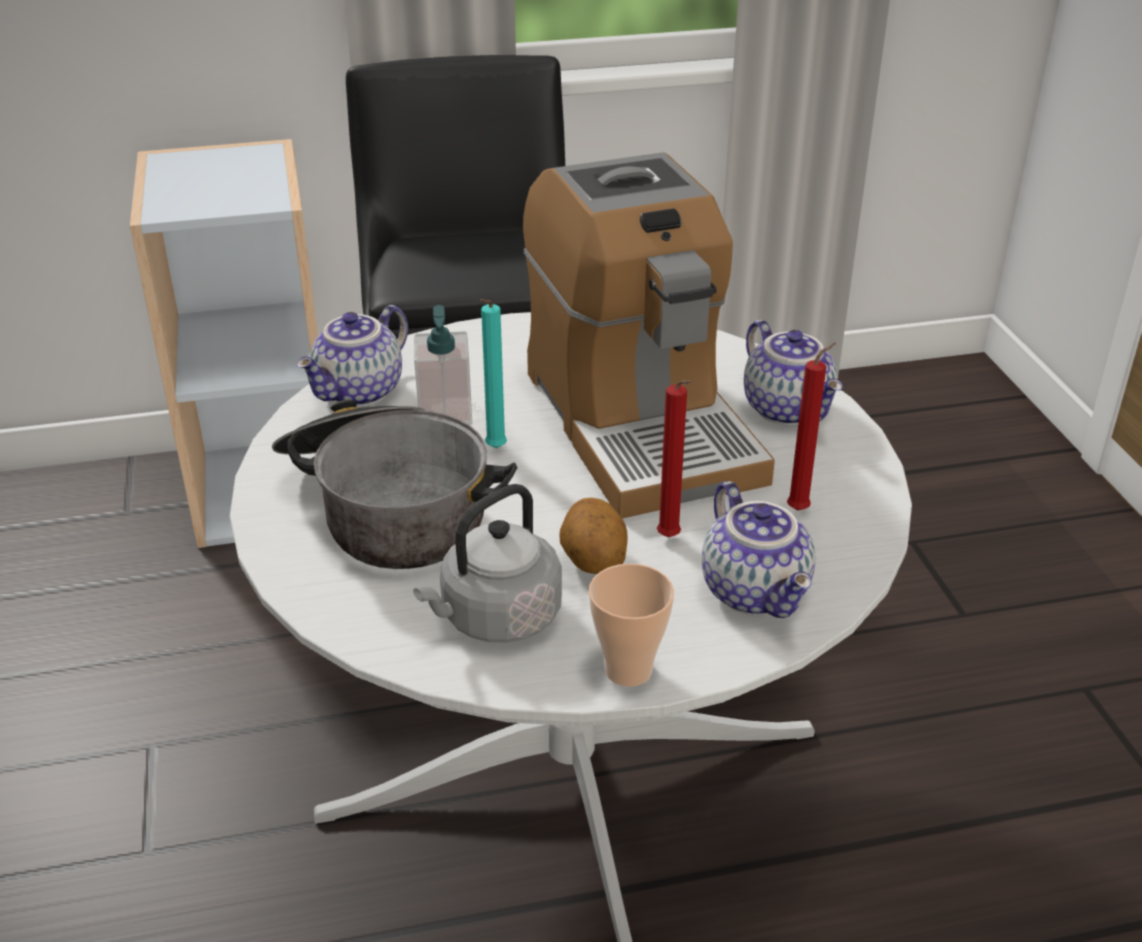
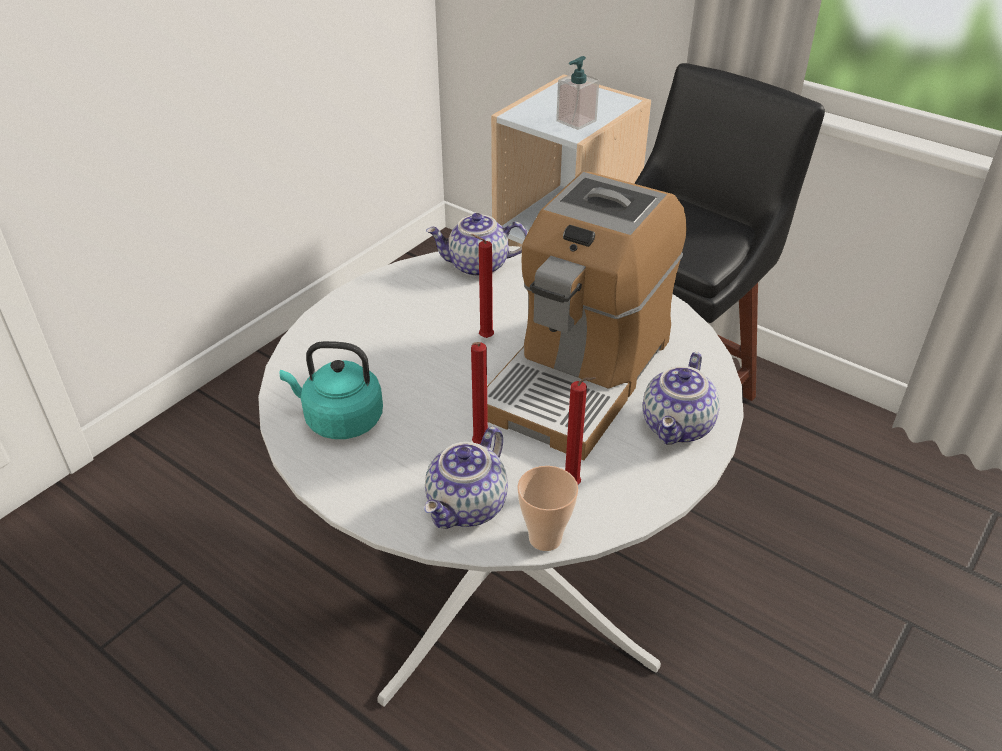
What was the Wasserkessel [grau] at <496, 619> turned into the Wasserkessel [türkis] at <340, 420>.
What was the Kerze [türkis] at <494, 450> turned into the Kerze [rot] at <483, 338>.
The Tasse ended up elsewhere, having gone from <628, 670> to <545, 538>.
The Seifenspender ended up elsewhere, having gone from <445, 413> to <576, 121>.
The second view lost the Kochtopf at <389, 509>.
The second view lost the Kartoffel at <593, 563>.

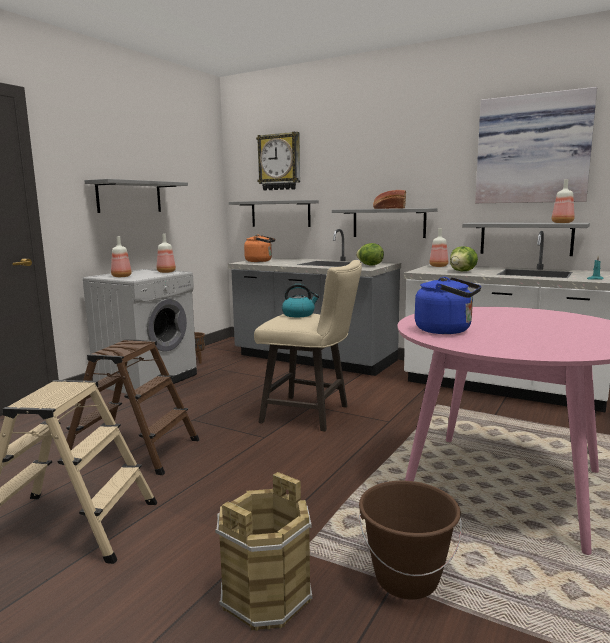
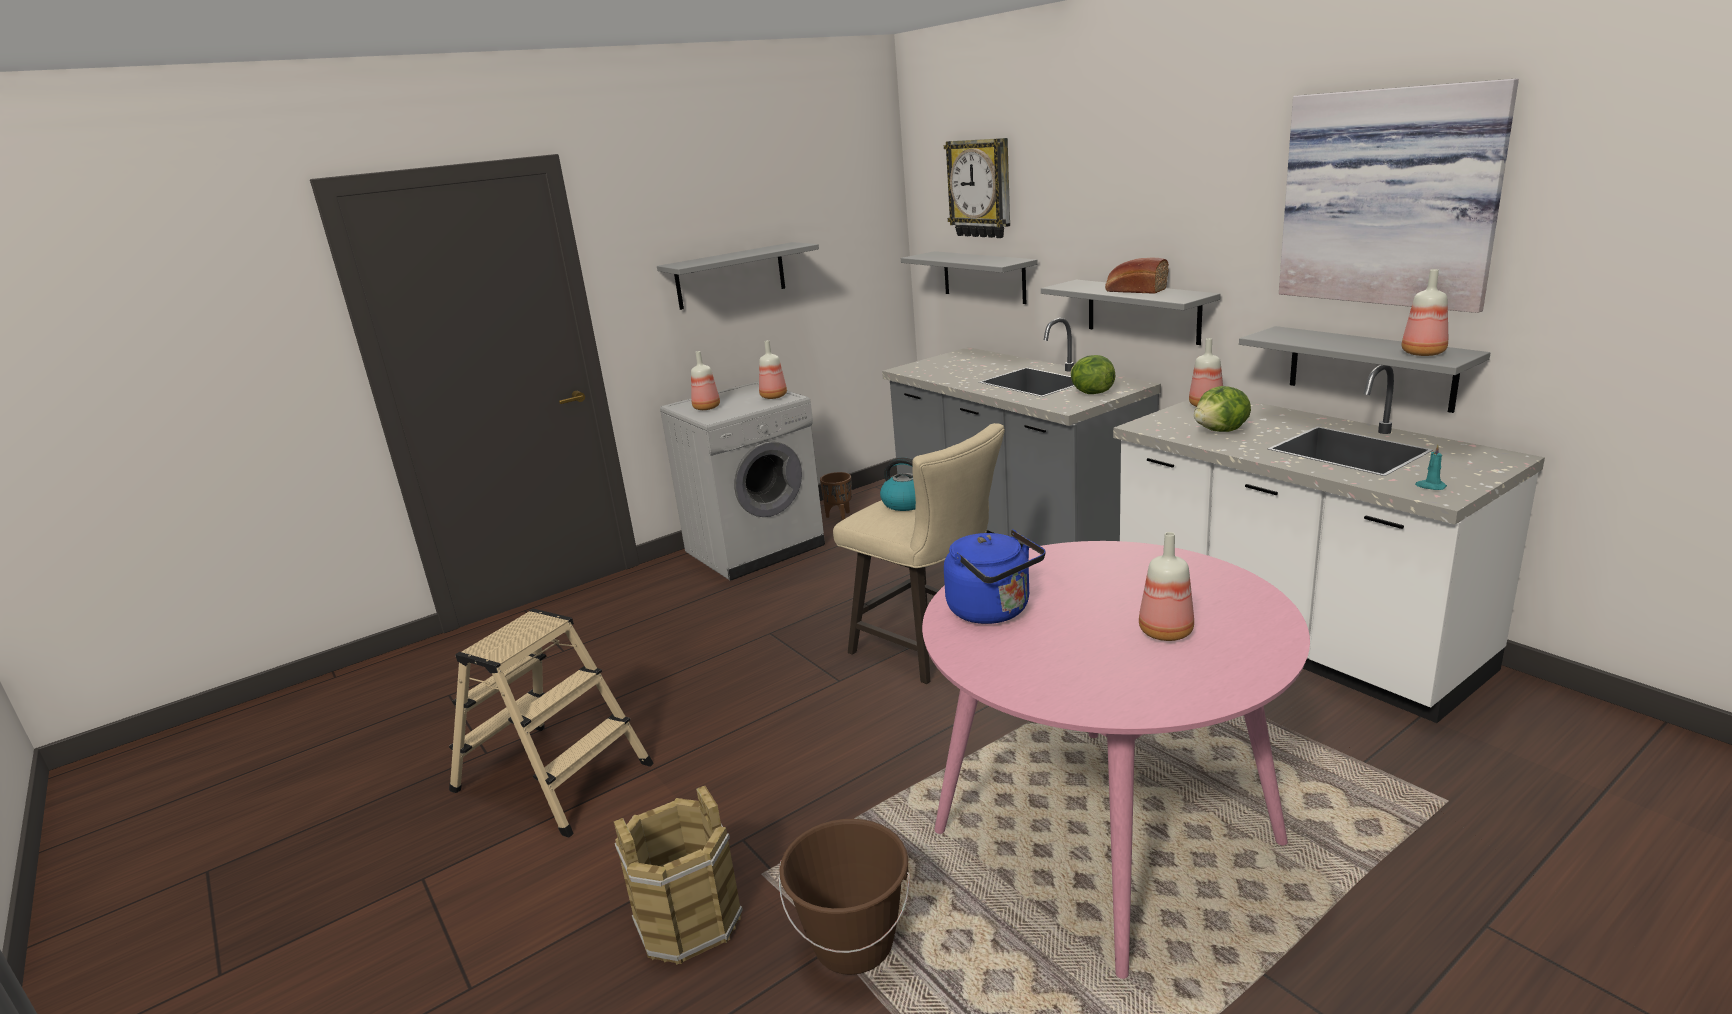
The second view gained the Flasche at <1164, 633>.
The second view lost the Trittleiter [braun] at <132, 450>.
The second view lost the Wasserkessel [orange] at <260, 261>.

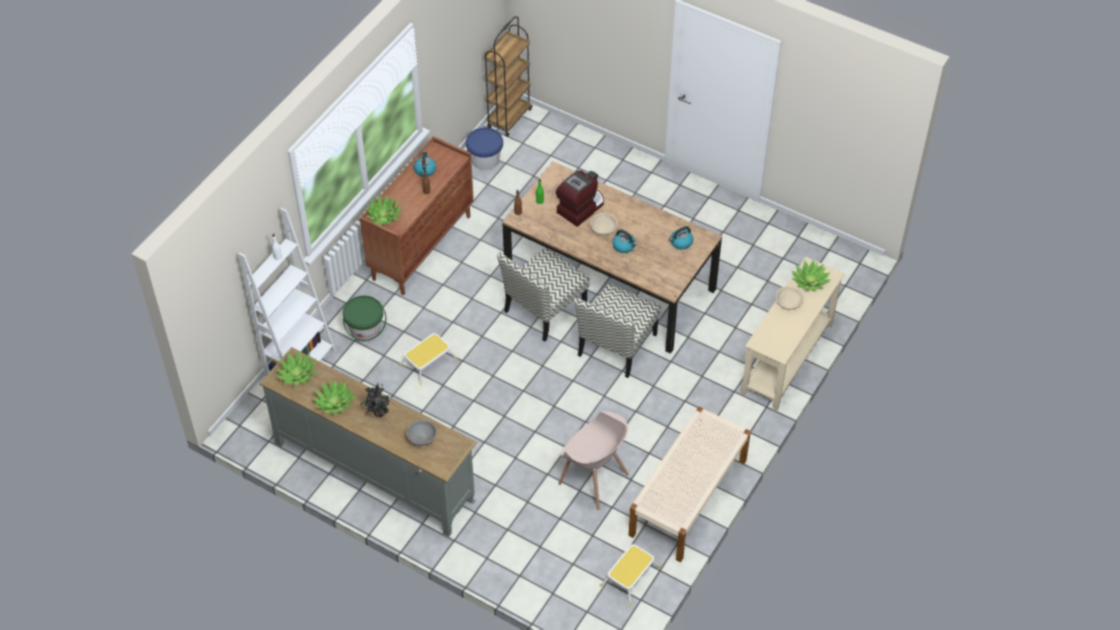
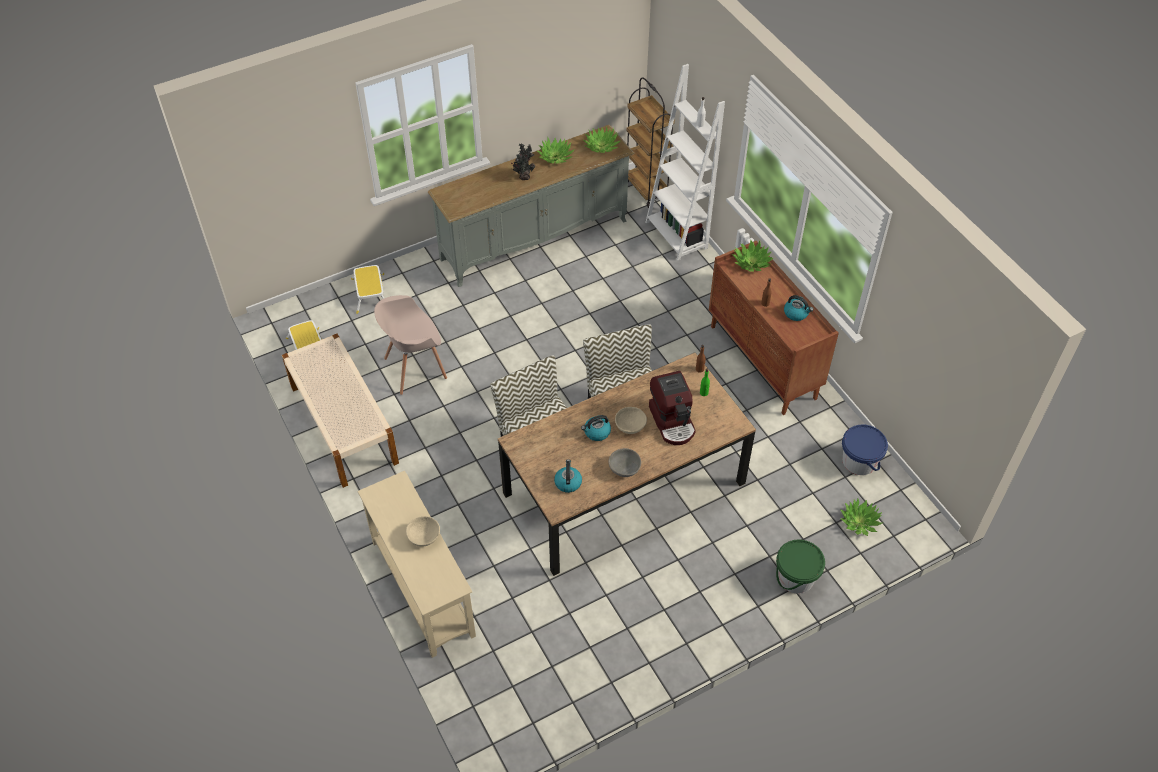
The Trittleiter [gelb] ended up elsewhere, having gone from <428, 361> to <370, 293>.
The Schüssel [grau] ended up elsewhere, having gone from <422, 438> to <624, 469>.
The Rollwagen [braun] ended up elsewhere, having gone from <509, 119> to <647, 190>.
The Eimer [grün] ended up elsewhere, having gone from <365, 329> to <796, 578>.
The Topfpflanze ended up elsewhere, having gone from <810, 281> to <859, 521>.

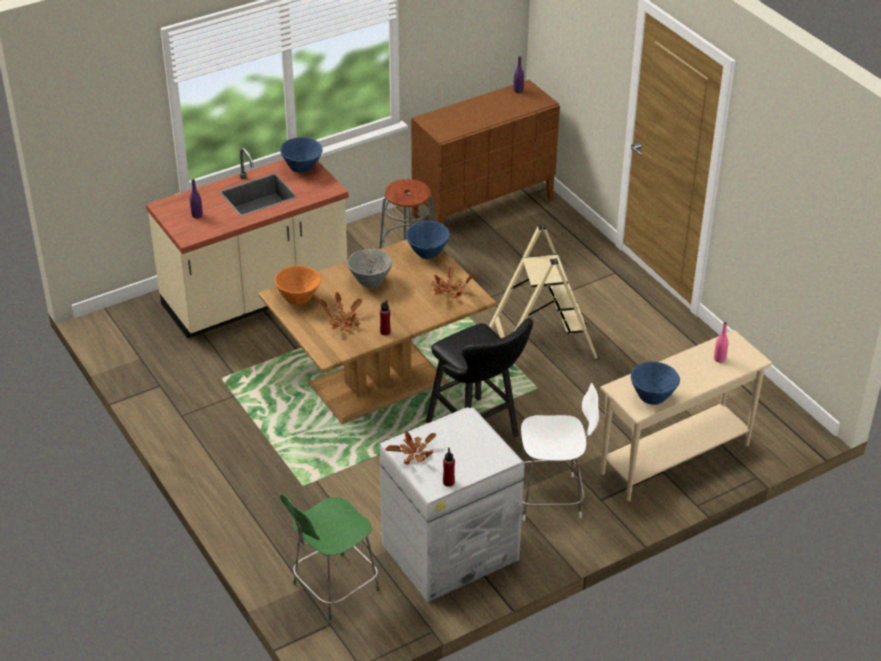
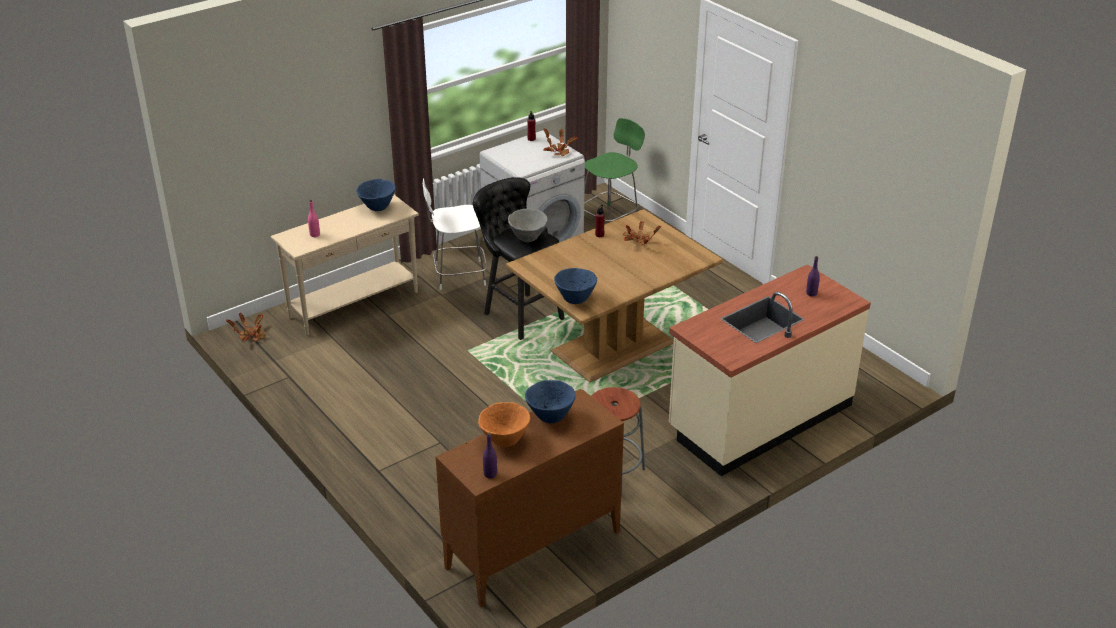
The Topfpflanze ended up elsewhere, having gone from <448, 290> to <250, 335>.
The Schüssel [orange] ended up elsewhere, having gone from <299, 299> to <504, 440>.
The Schüssel [grau] ended up elsewhere, having gone from <370, 281> to <528, 238>.
The Schüssel [blau] ended up elsewhere, having gone from <302, 168> to <550, 416>.
The second view lost the Trittleiter [beige] at <540, 344>.

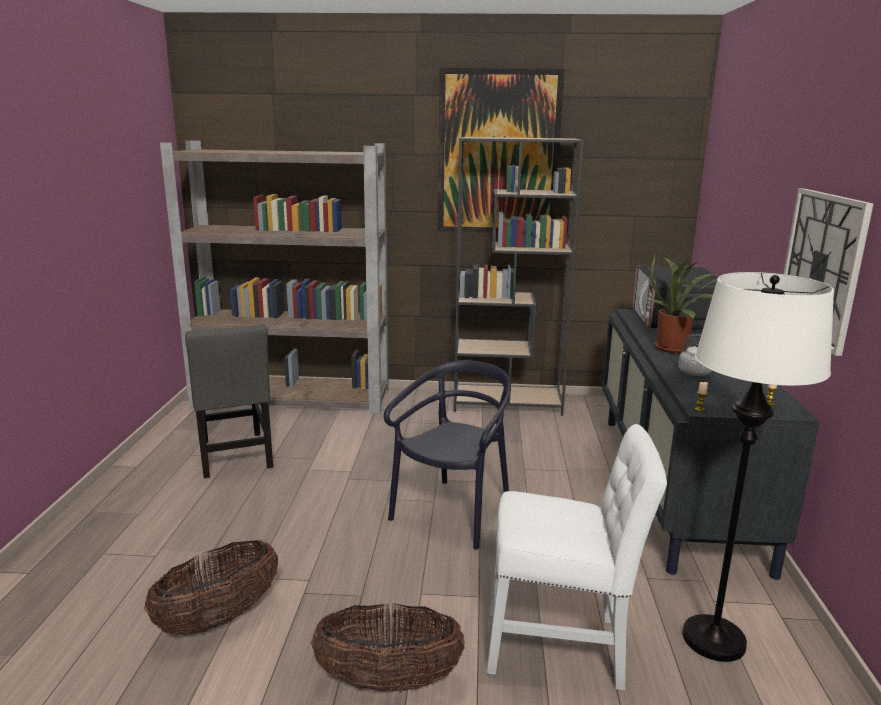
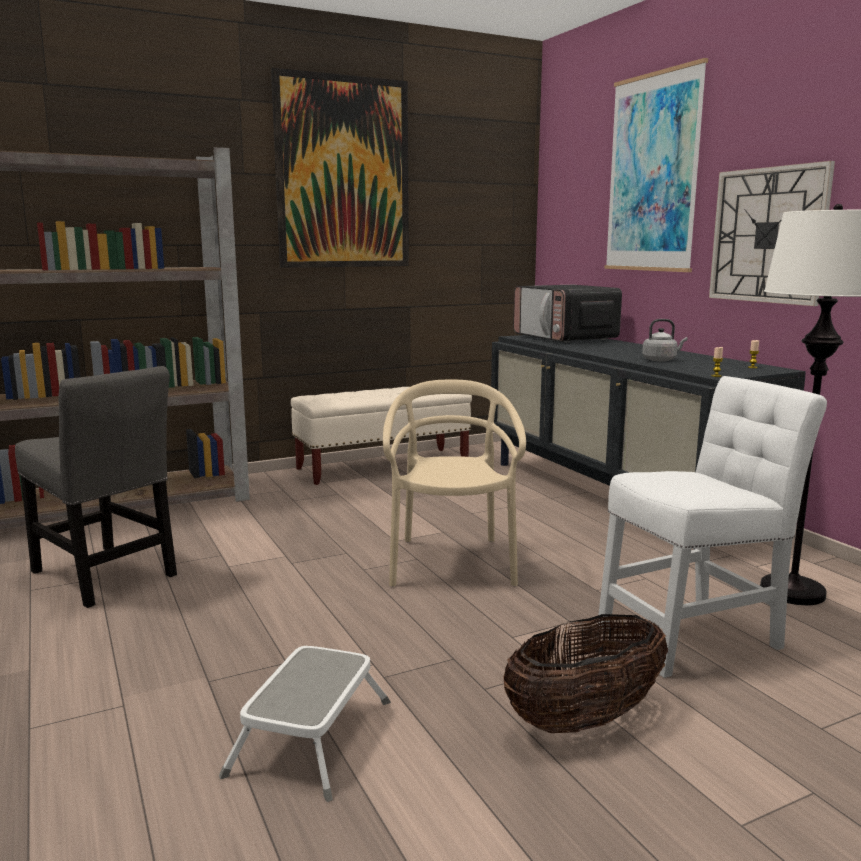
Where the Korb stood at <218, 619>, the Trittleiter [grau] came to stand at <310, 737>.
Where the Bücherregal stood at <508, 404>, the Bank [beige] came to stand at <383, 466>.
What was the Stuhl [schwarz] at <453, 513> turned into the Stuhl [beige] at <451, 563>.
The second view gained the Bild at <653, 173>.
The second view lost the Topfpflanze at <675, 349>.

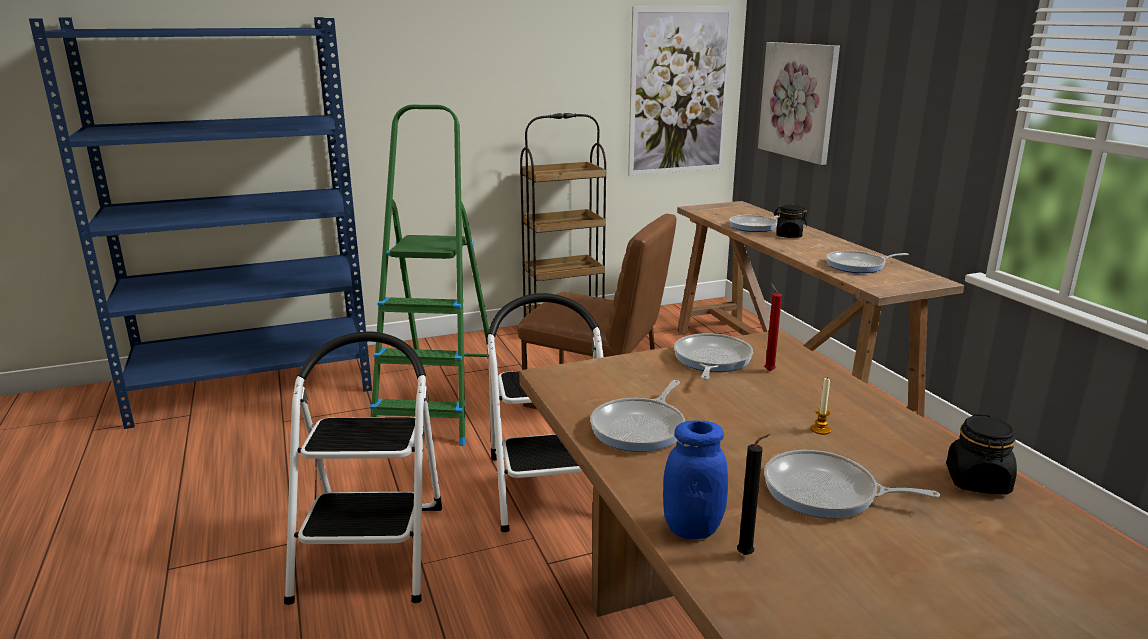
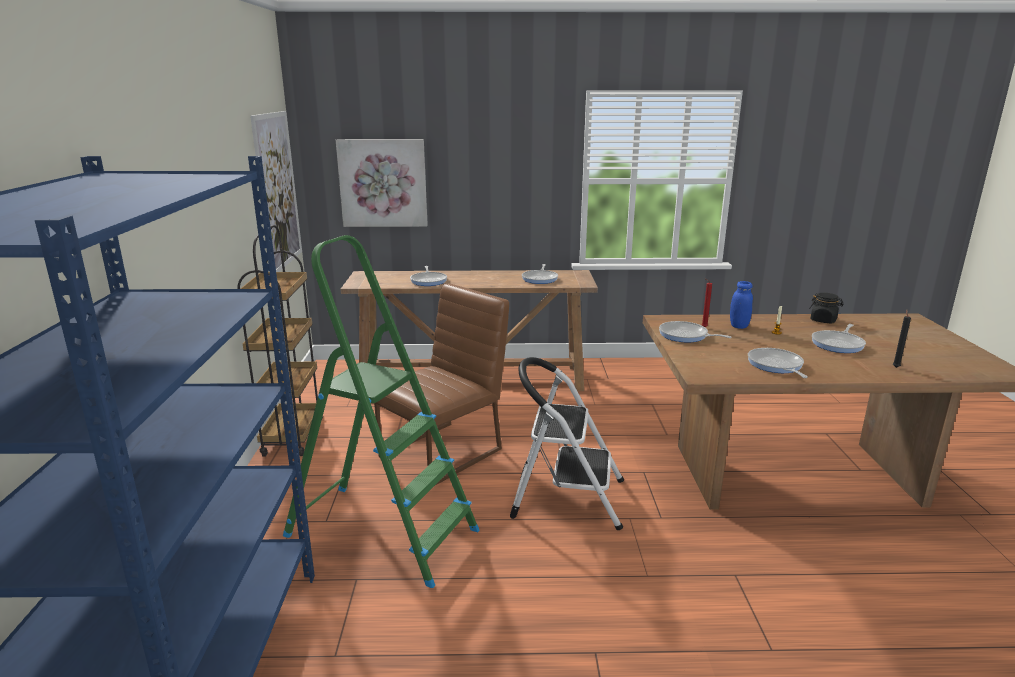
The Vorratsglas [blau] ended up elsewhere, having gone from <692, 528> to <738, 326>.
The Pfanne at <641, 428> ended up facing another way, 150 degrees counterclockwise from before.
The second view lost the Trittleiter at <373, 548>.
The second view lost the Vorratsglas [schwarz] at <788, 235>.

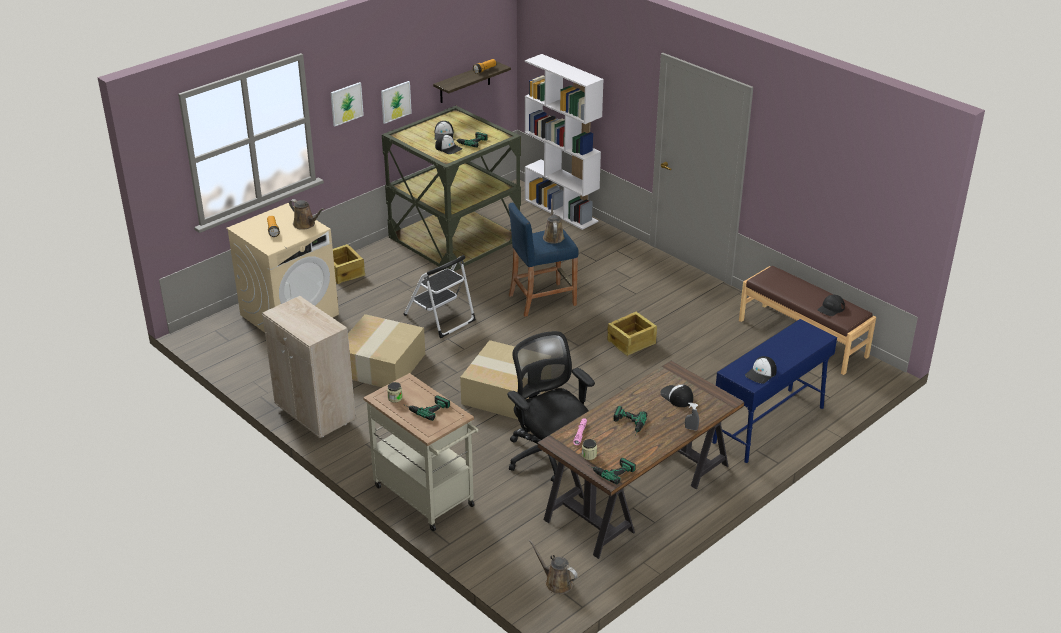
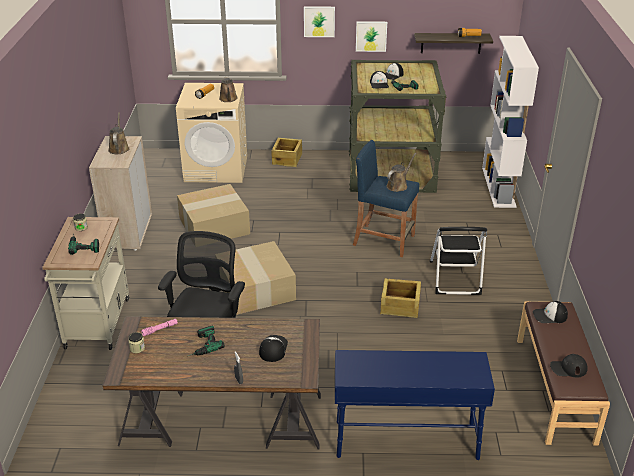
The Gießkanne [braun] ended up elsewhere, having gone from <556, 582> to <119, 148>.
The Trittleiter ended up elsewhere, having gone from <440, 319> to <455, 279>.
The Kappe ended up elsewhere, having gone from <761, 374> to <549, 316>.
The second view lost the Bohrmaschine at <610, 470>.

